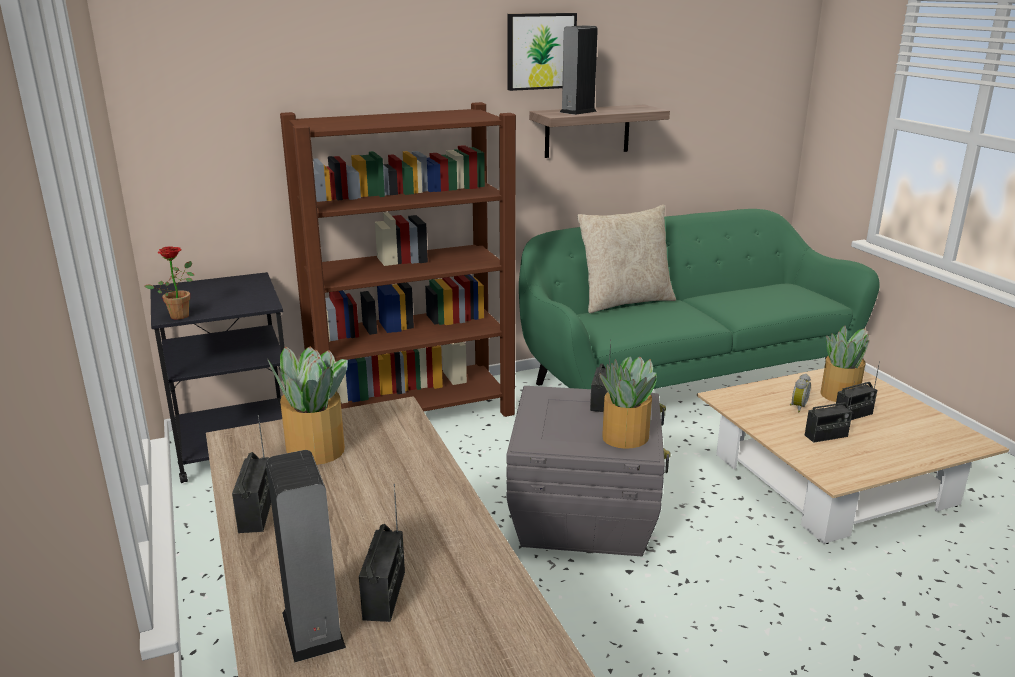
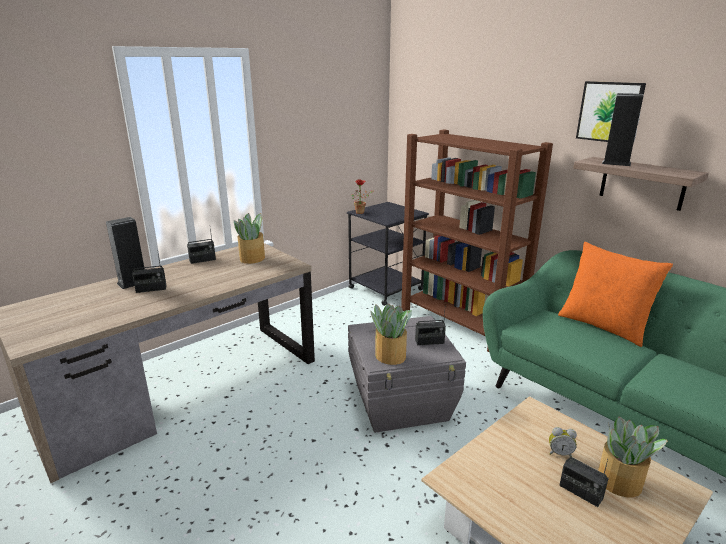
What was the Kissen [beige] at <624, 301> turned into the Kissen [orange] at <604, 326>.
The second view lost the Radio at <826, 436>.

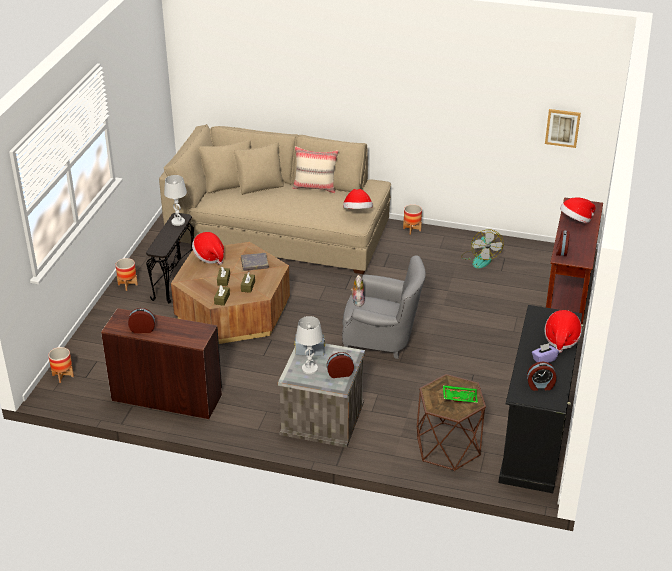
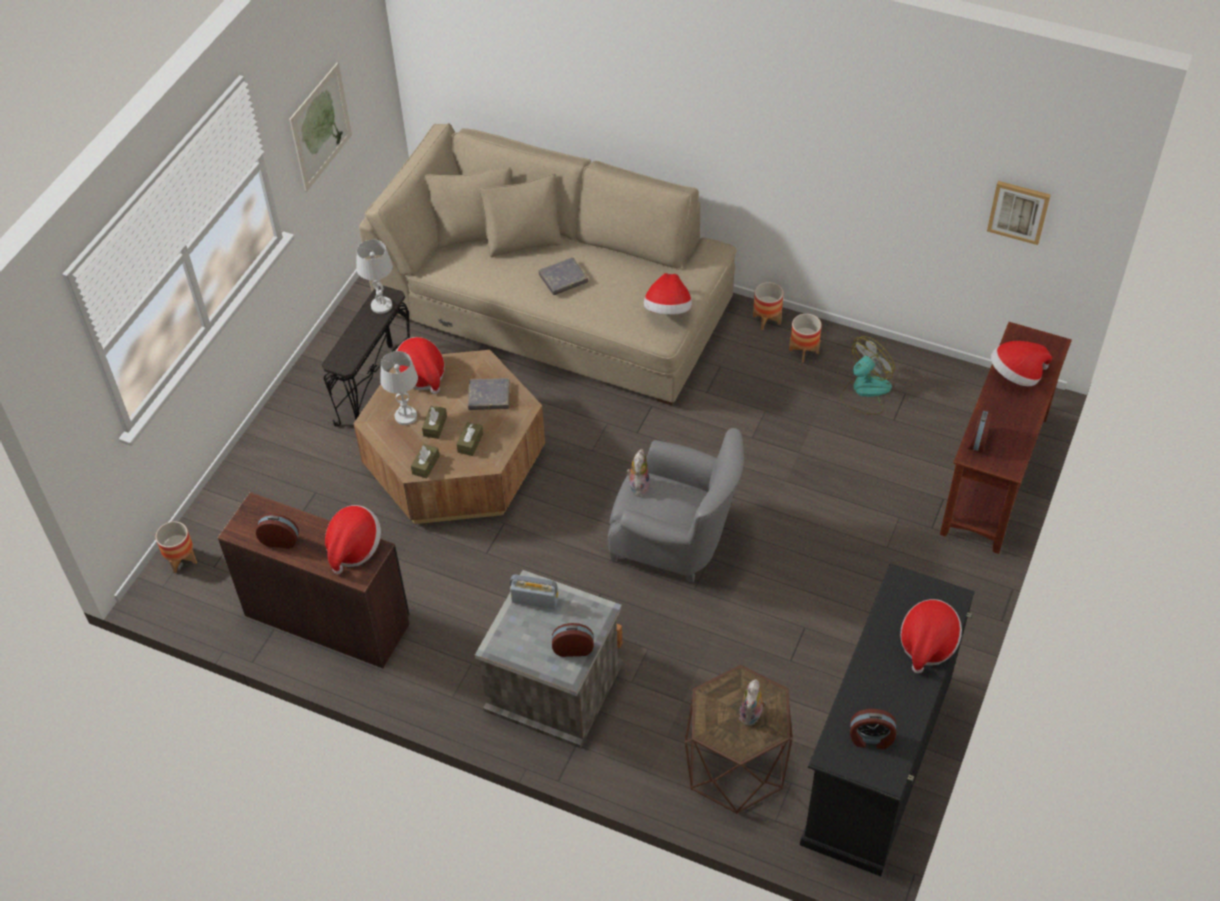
The second view gained the Bild at <320, 127>.
The second view gained the Hut at <353, 548>.
The Tischlampe [weiß] ended up elsewhere, having gone from <309, 369> to <405, 416>.
The second view gained the Buch [grau] at <563, 278>.
Where the Tablett [grün] stood at <459, 397>, the Plüschtier came to stand at <752, 715>.
The Pflanzkübel ended up elsewhere, having gone from <127, 285> to <803, 351>.
The Ventilator at <480, 259> ended up facing another way, 135 degrees counterclockwise from before.
The second view lost the Kissen [beige] at <315, 187>.
The second view lost the Taschentuchbox [lila] at <544, 359>.

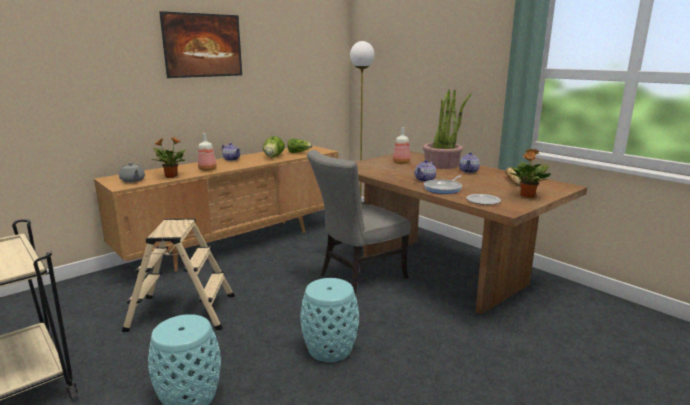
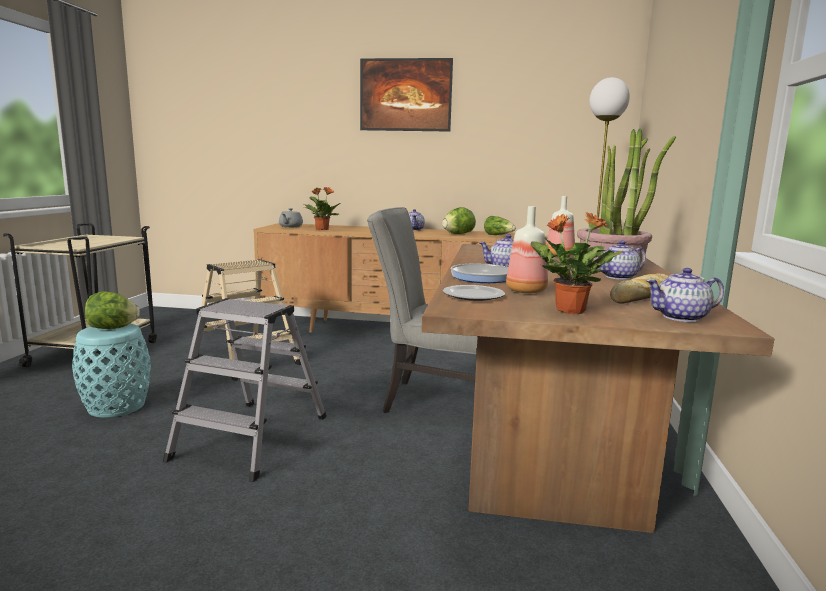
The second view gained the Salatkopf at <112, 328>.
Where the Hocker [türkis] stood at <330, 349>, the Trittleiter [grau] came to stand at <252, 437>.
The Flasche ended up elsewhere, having gone from <207, 169> to <526, 290>.
The second view gained the Teekanne at <682, 317>.

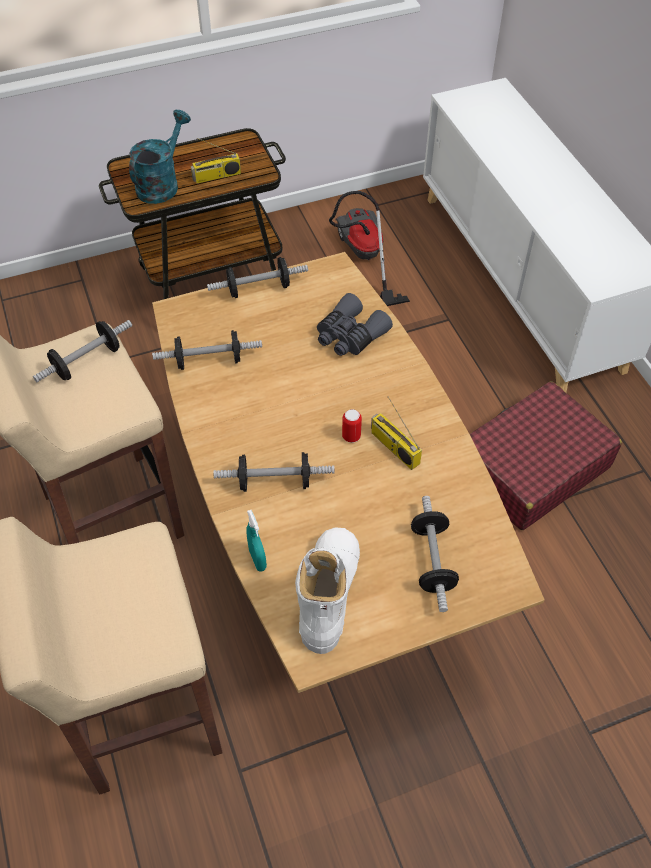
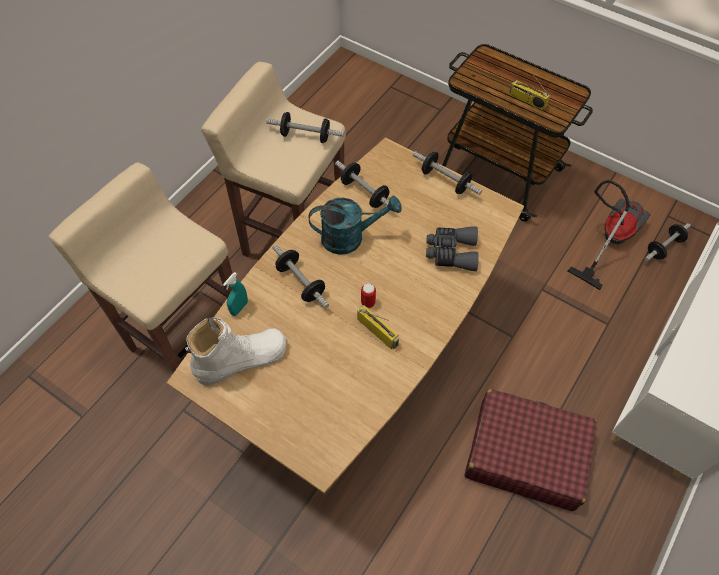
The Gießkanne [türkis] ended up elsewhere, having gone from <161, 184> to <350, 237>.
The Radio at <393, 447> ended up facing another way, 120 degrees clockwise from before.
The Hantel ended up elsewhere, having gone from <432, 561> to <664, 247>.

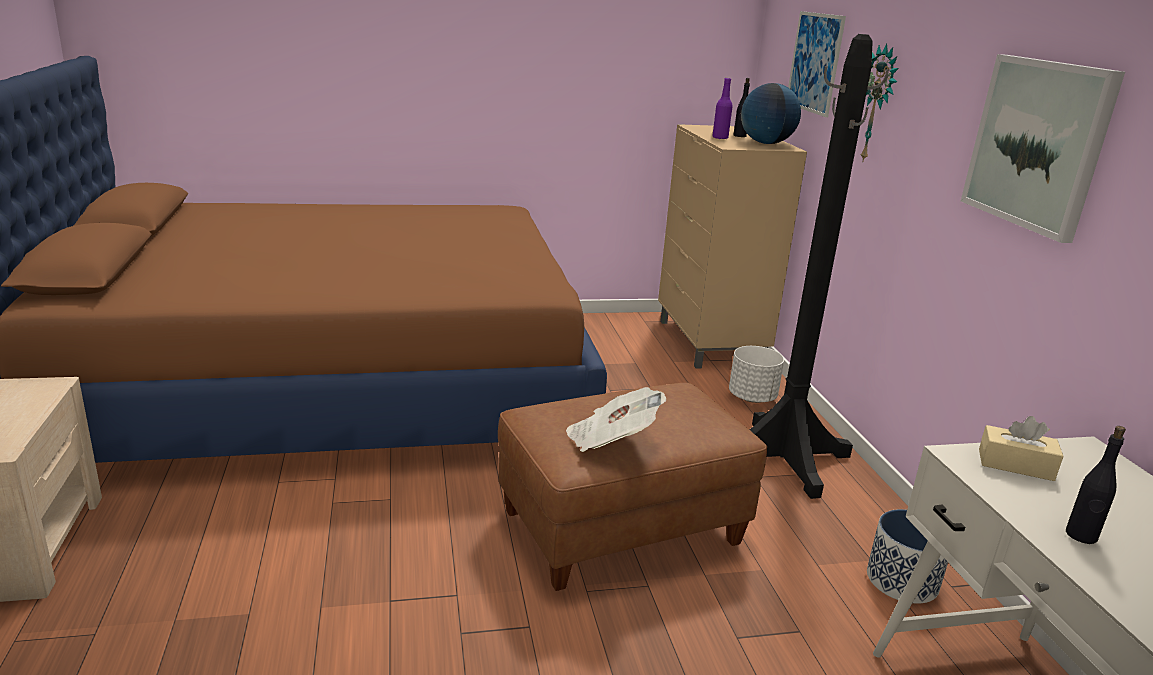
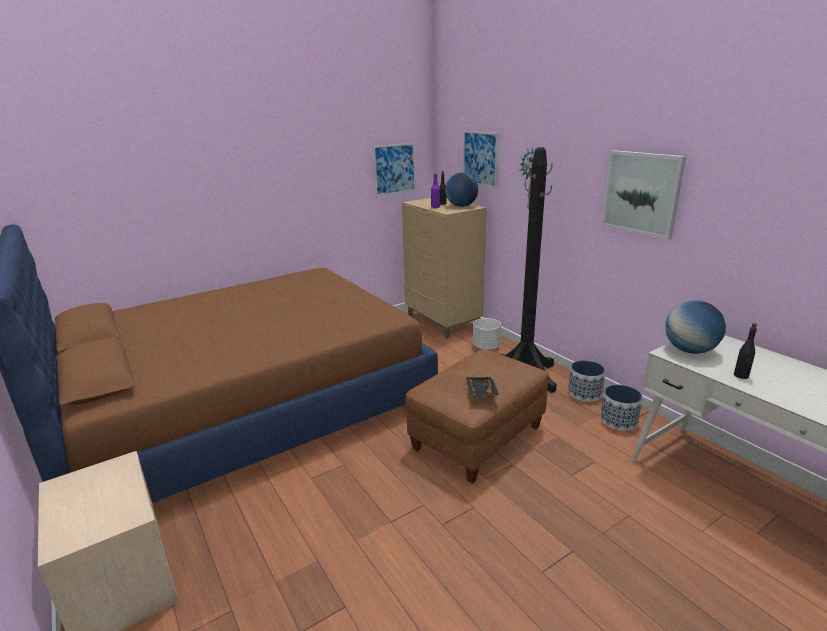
The second view gained the Bild at <394, 169>.
Where the Zeitung stood at <611, 440>, the Tablett [schwarz] came to stand at <480, 392>.
The second view gained the Pflanzkübel at <585, 393>.
Where the Taschentuchbox [beige] stood at <1015, 465>, the Globus came to stand at <689, 350>.

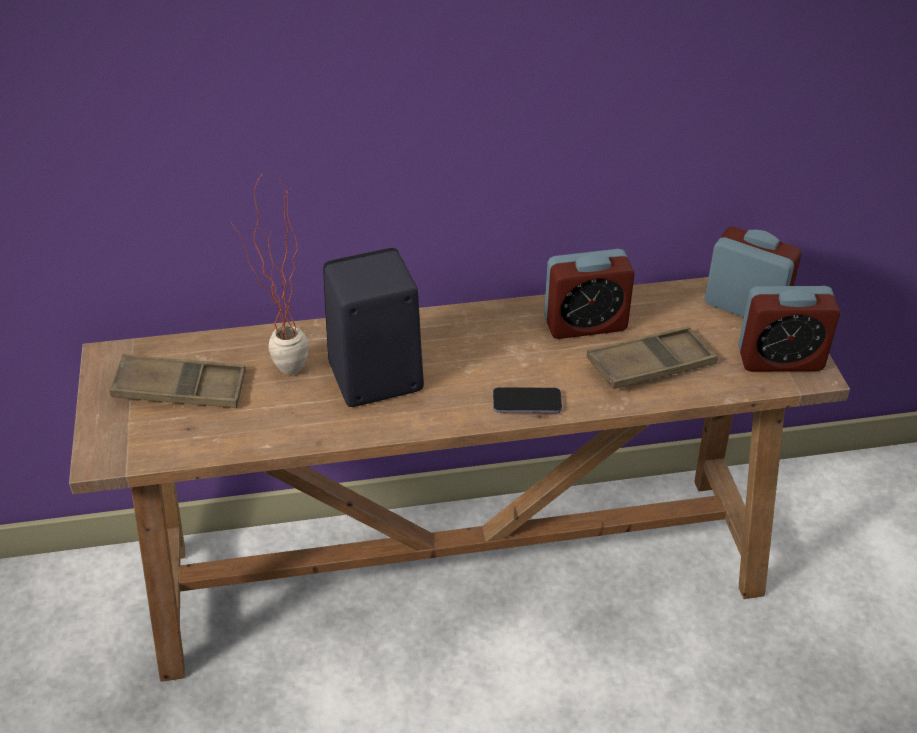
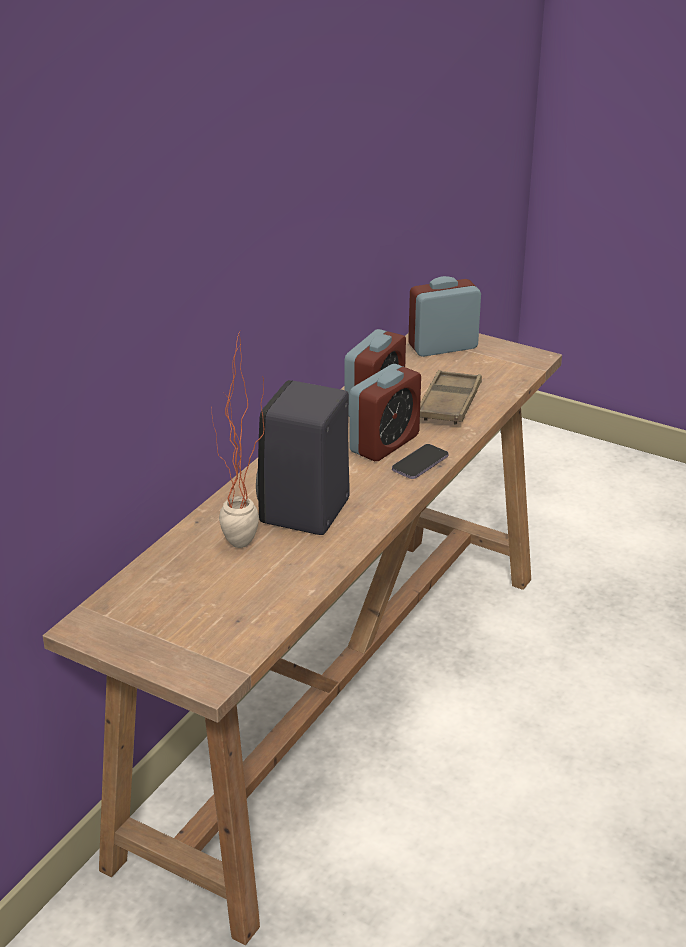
The Wecker ended up elsewhere, having gone from <780, 359> to <384, 443>.
The second view lost the Tablett [braun] at <180, 389>.

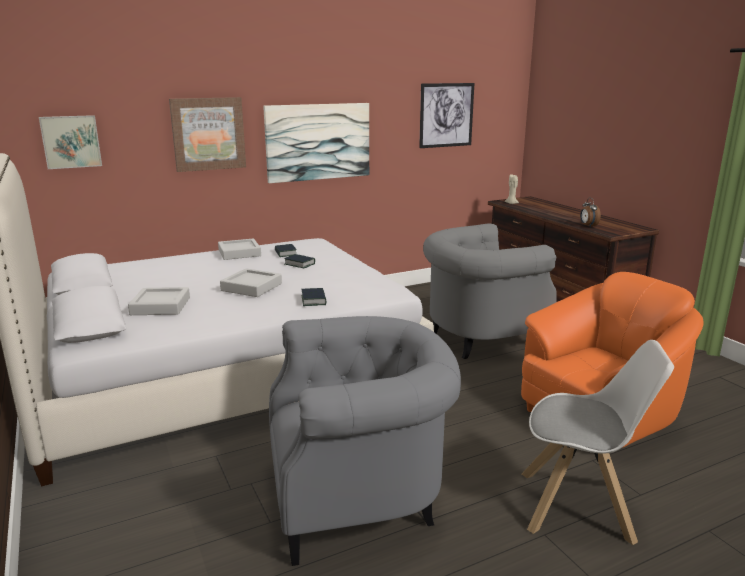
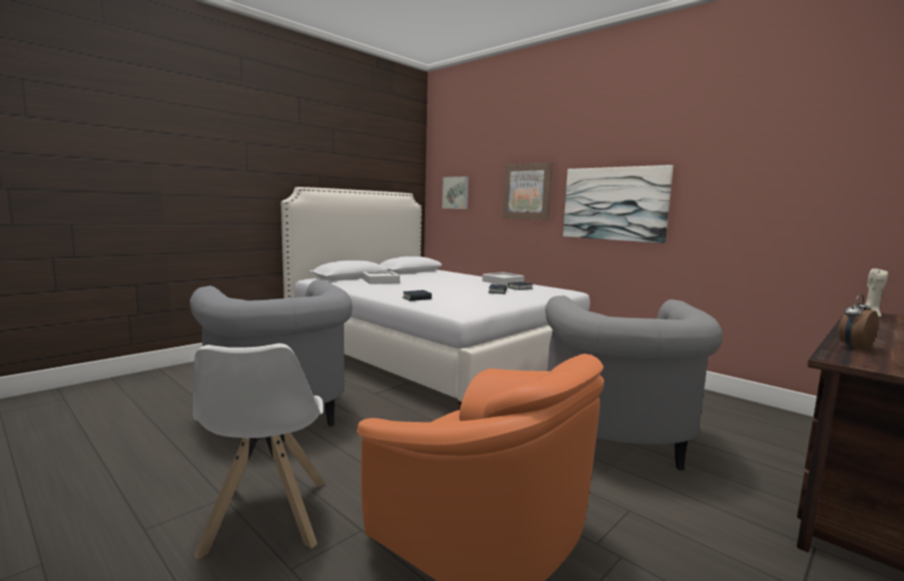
The Sessel [grau] at <480, 339> ended up facing another way, 135 degrees counterclockwise from before.
The second view lost the Tablett [grau] at <251, 287>.
The second view lost the Bild at <446, 115>.

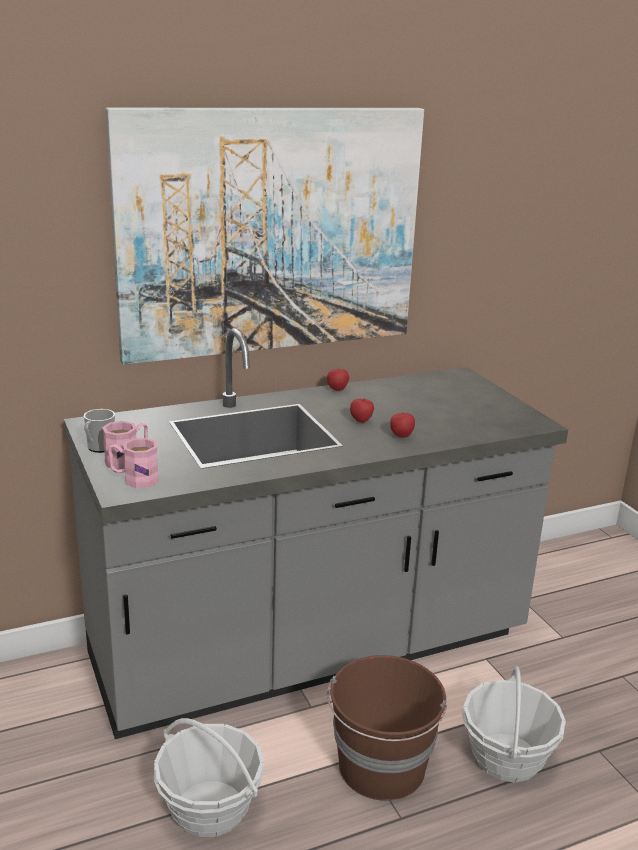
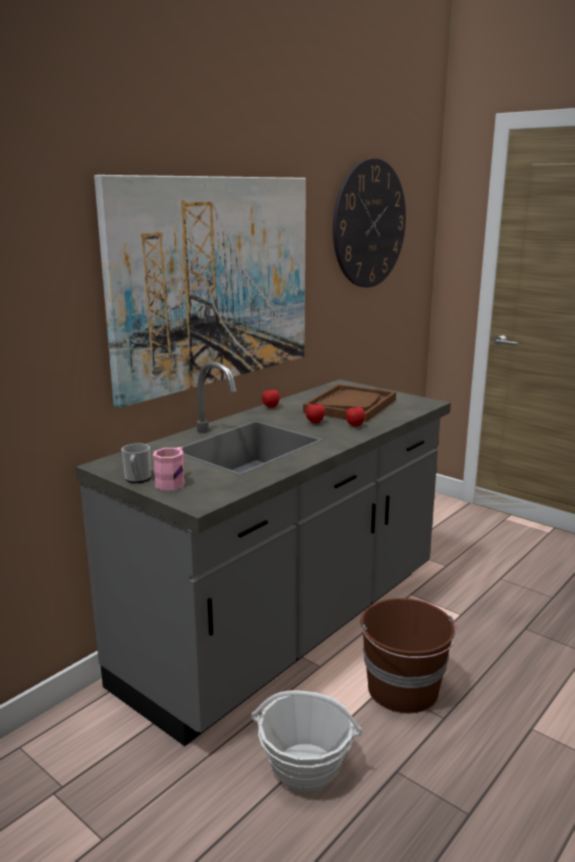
The second view gained the Tablett [braun] at <350, 405>.
The second view gained the Wanduhr at <369, 224>.
The second view lost the Henkelbecher [rosa] at <134, 479>.
The second view lost the Korb at <507, 757>.

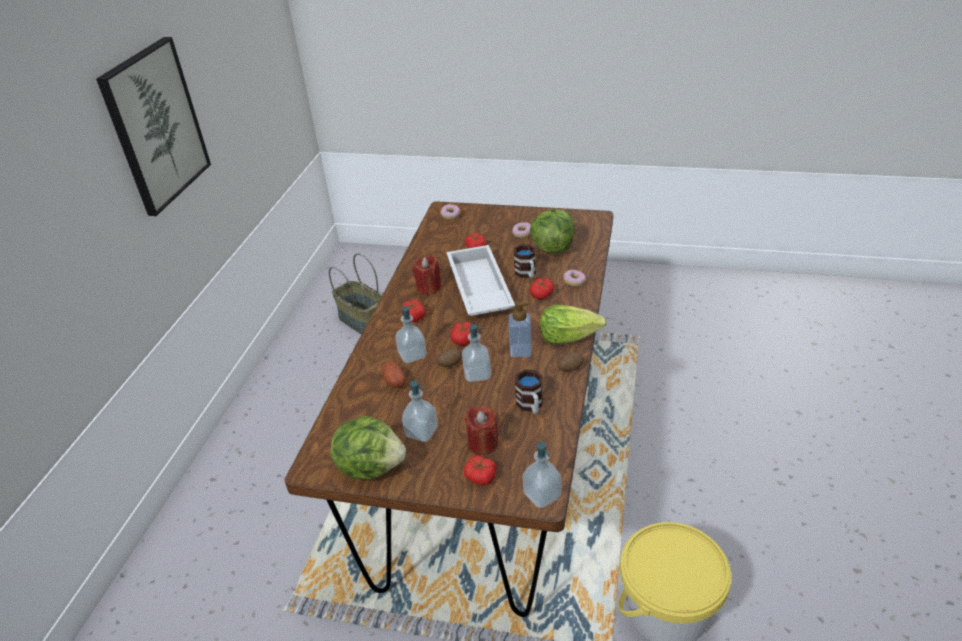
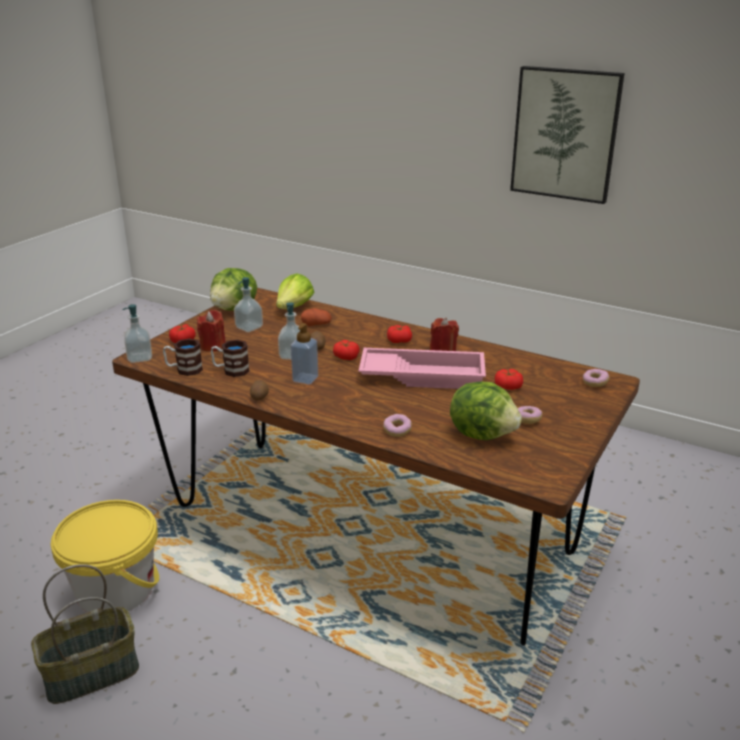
The Korb ended up elsewhere, having gone from <363, 321> to <91, 675>.
The Henkelbecher ended up elsewhere, having gone from <527, 274> to <184, 369>.
The Salatkopf ended up elsewhere, having gone from <568, 336> to <294, 308>.
What was the Tablett [weiß] at <477, 289> turned into the Tablett [rosa] at <423, 375>.
The second view lost the Seifenspender at <412, 355>.
The second view lost the Tomate at <542, 294>.

